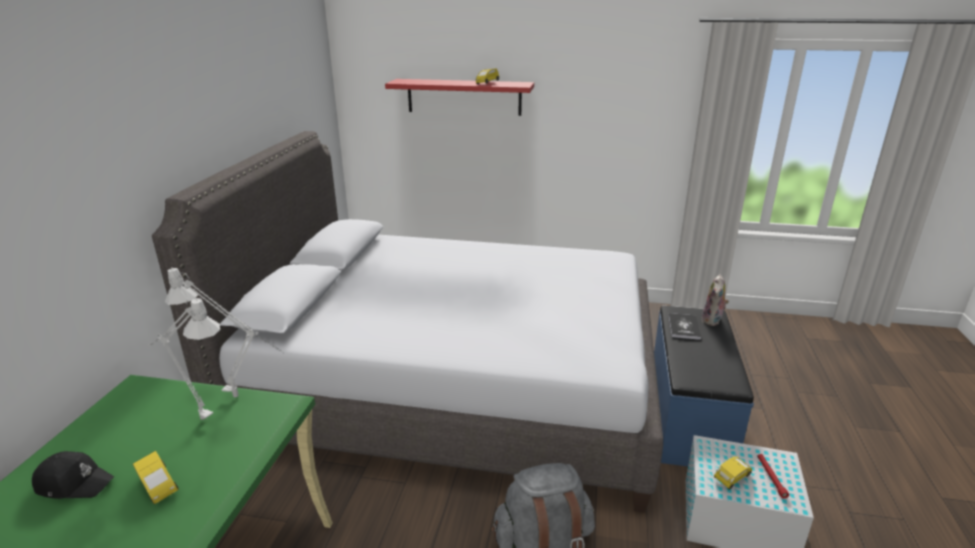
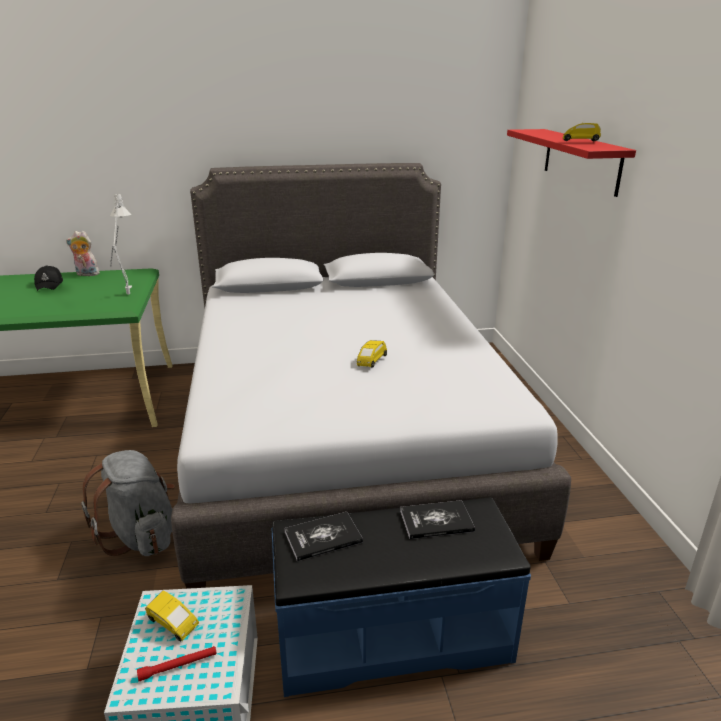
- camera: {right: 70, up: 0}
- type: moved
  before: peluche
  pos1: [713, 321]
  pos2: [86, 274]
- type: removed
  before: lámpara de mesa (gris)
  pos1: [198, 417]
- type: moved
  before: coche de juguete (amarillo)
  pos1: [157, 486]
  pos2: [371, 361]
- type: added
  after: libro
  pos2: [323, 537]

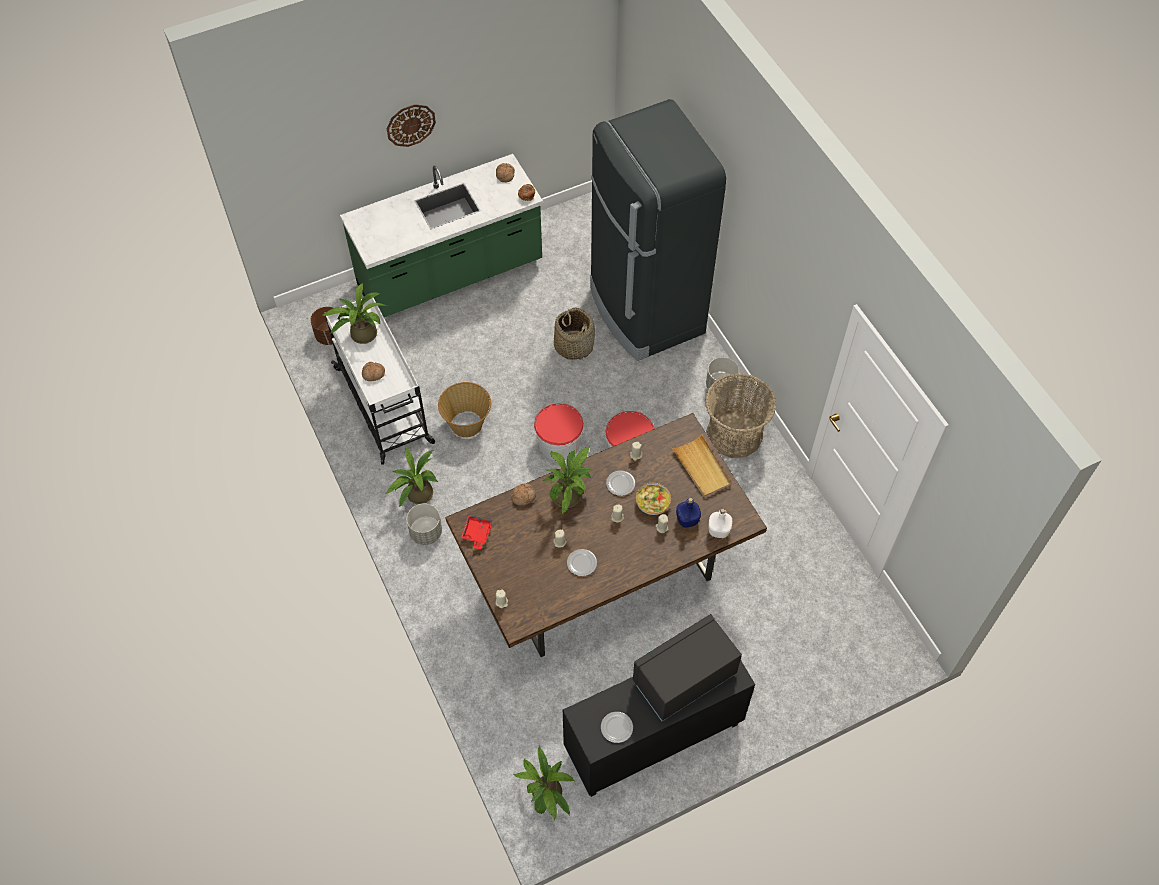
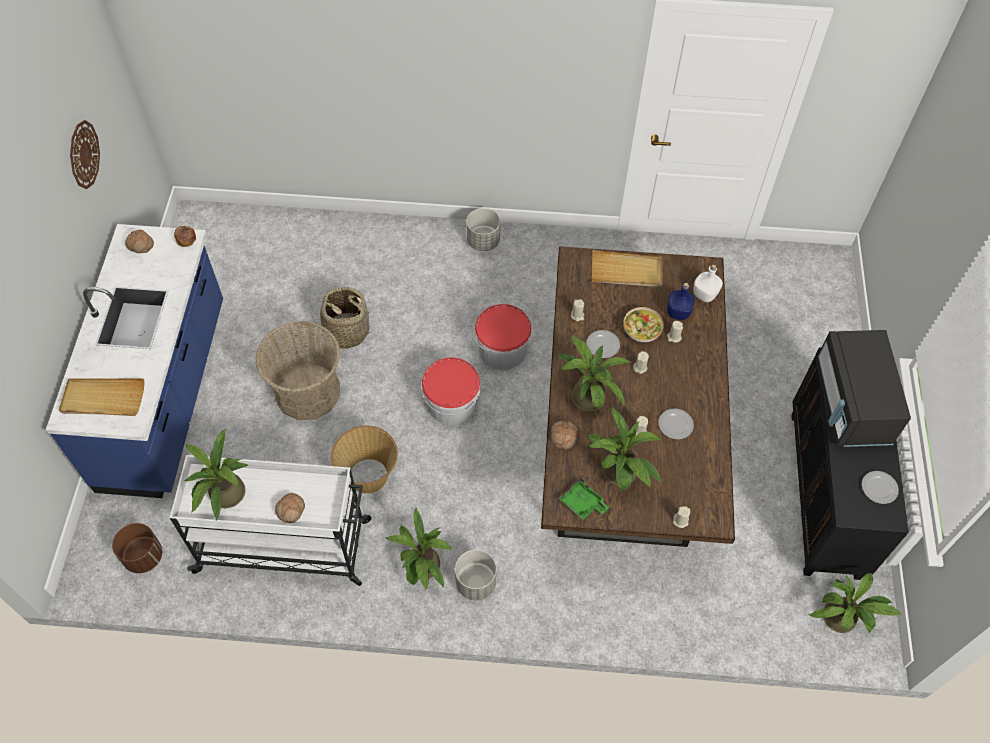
- camera: {right: -60, up: 0}
- type: removed
  before: nevera (negro)
  pos1: [645, 311]
- type: moved
  before: reloj de pared
  pos1: [410, 125]
  pos2: [84, 154]
- type: recoloured
  before: mueble bajo de cocina (verde)
  after: mueble bajo de cocina (azul)
  pos1: [450, 275]
  pos2: [166, 395]
- type: moved
  before: cesta
  pos1: [734, 434]
  pos2: [307, 391]
- type: recoloured
  before: bandeja (rojo)
  after: bandeja (verde)
  pos1: [476, 534]
  pos2: [582, 503]
- type: added
  after: bandeja (beis)
  pos2: [103, 399]
- type: added
  after: planta en maceta
  pos2: [620, 475]

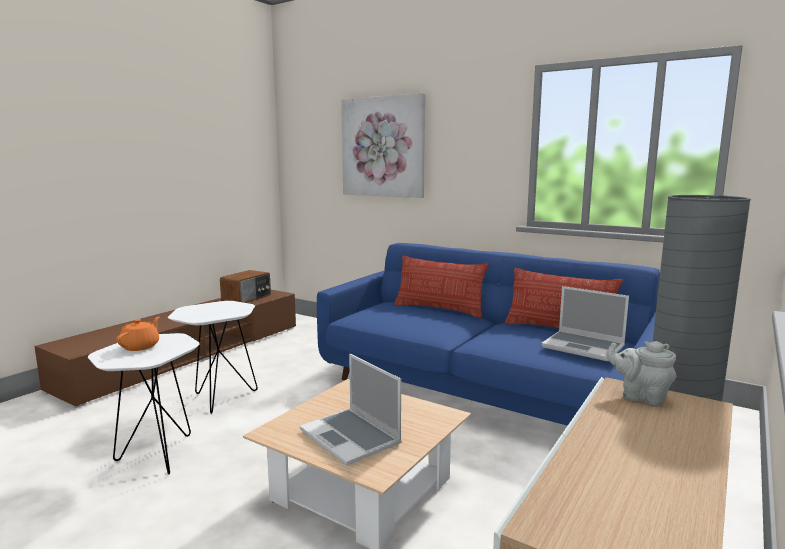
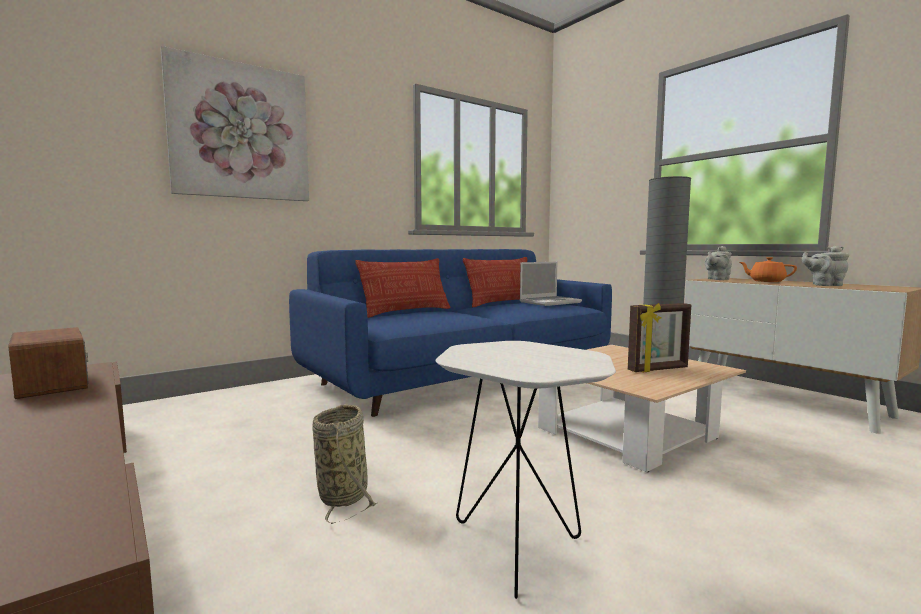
- camera: {right: -70, up: -5}
- type: replaced
  before: mesa auxiliar (blanco)
  after: cesta
  pos1: [219, 399]
  pos2: [343, 494]
- type: moved
  before: tetera (naranja)
  pos1: [141, 346]
  pos2: [766, 281]
- type: replaced
  before: portátil
  after: portarretratos
  pos1: [352, 438]
  pos2: [658, 369]
- type: added
  after: tetera (gris)
  pos2: [824, 285]

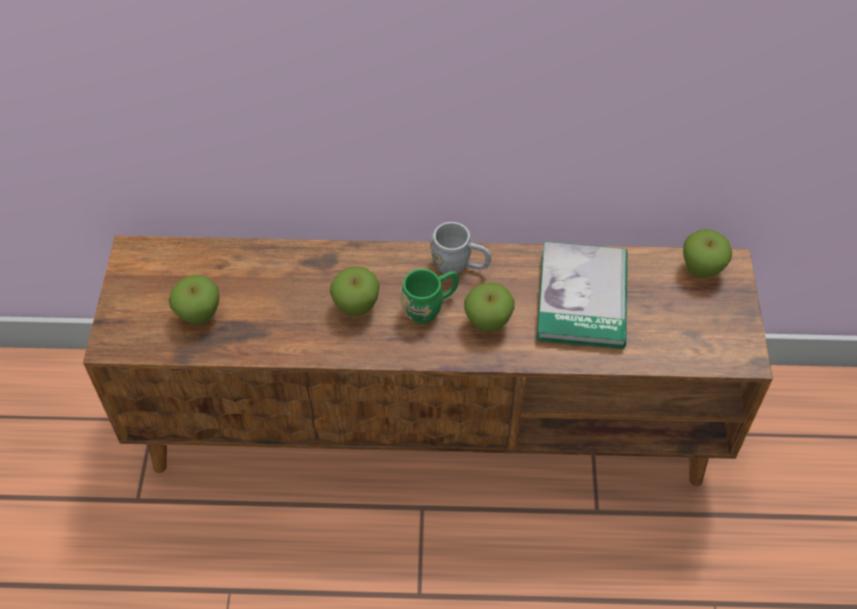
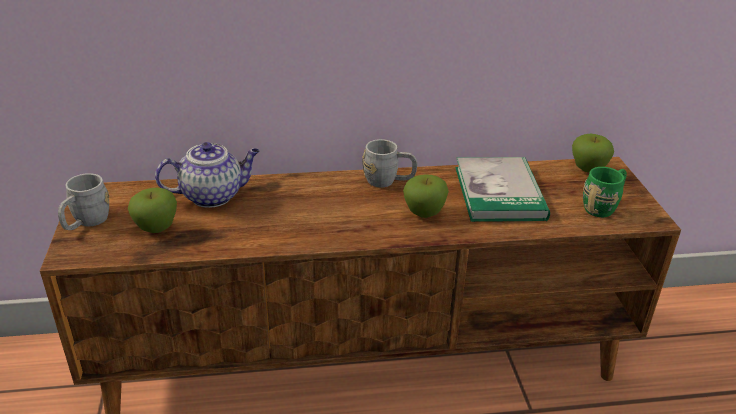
- camera: {right: -10, up: -20}
- type: removed
  before: manzana
  pos1: [356, 306]
- type: moved
  before: taza grande (verde)
  pos1: [430, 306]
  pos2: [603, 206]
- type: added
  after: tetera
  pos2: [213, 195]
- type: added
  after: taza grande (gris)
  pos2: [86, 223]

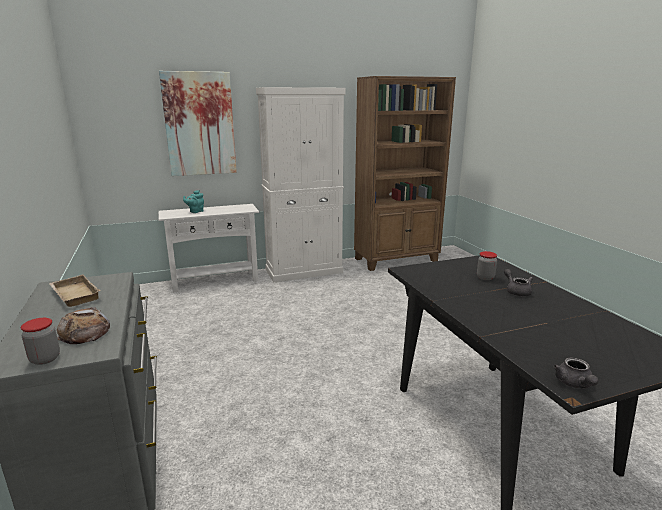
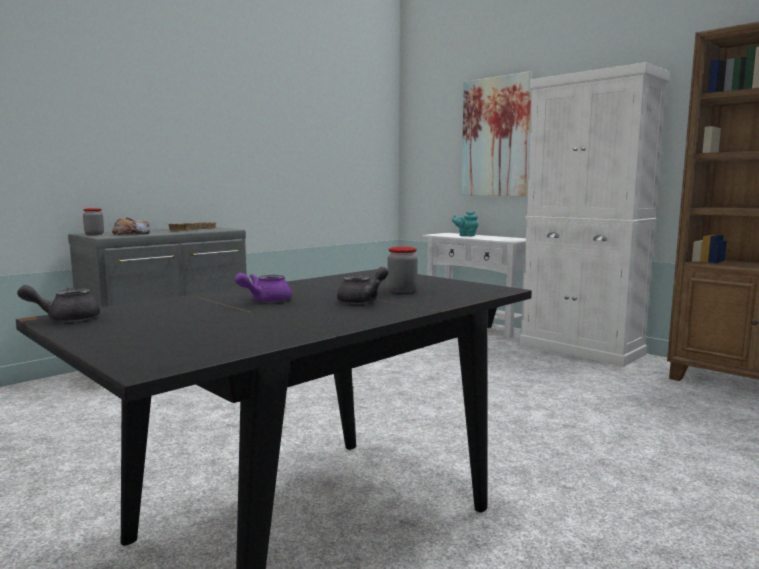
- camera: {right: 65, up: -10}
- type: added
  after: tetera (morado)
  pos2: [265, 301]

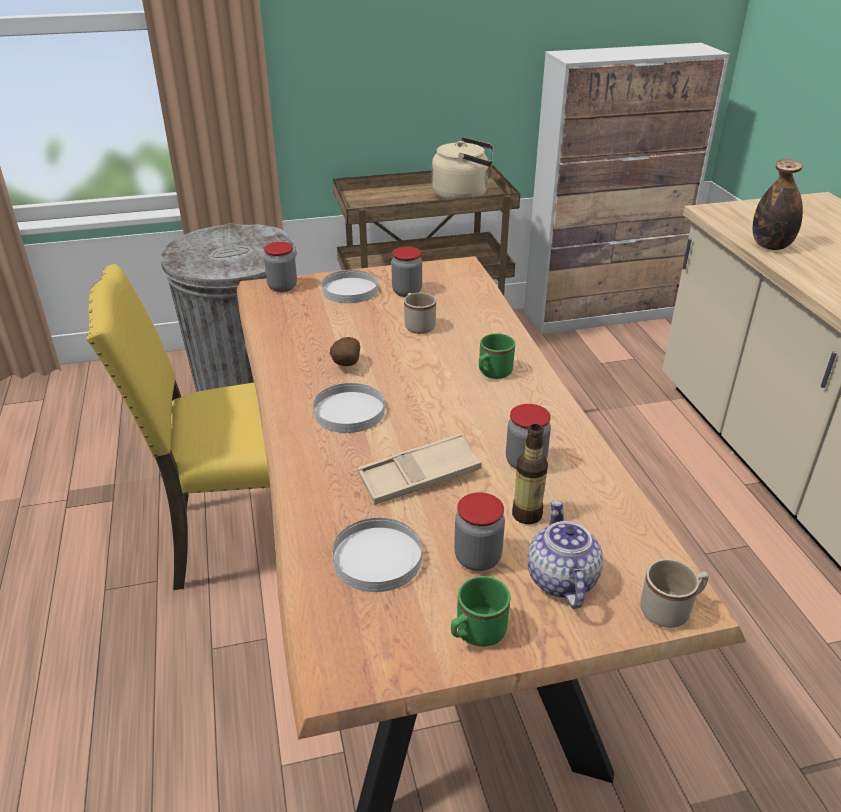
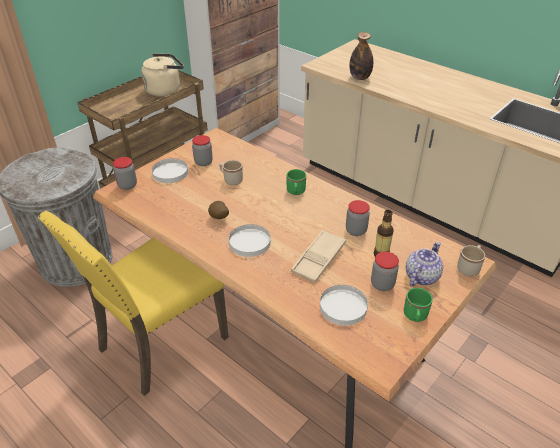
- camera: {right: -35, up: 5}
- type: turned
  before: tetera
  pos1: [560, 579]
  pos2: [421, 276]
  turn: 75

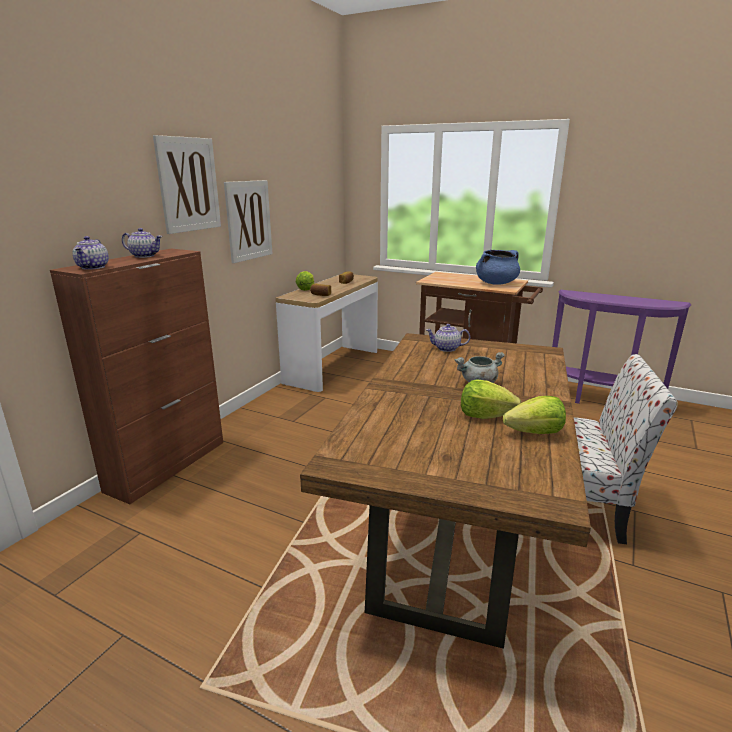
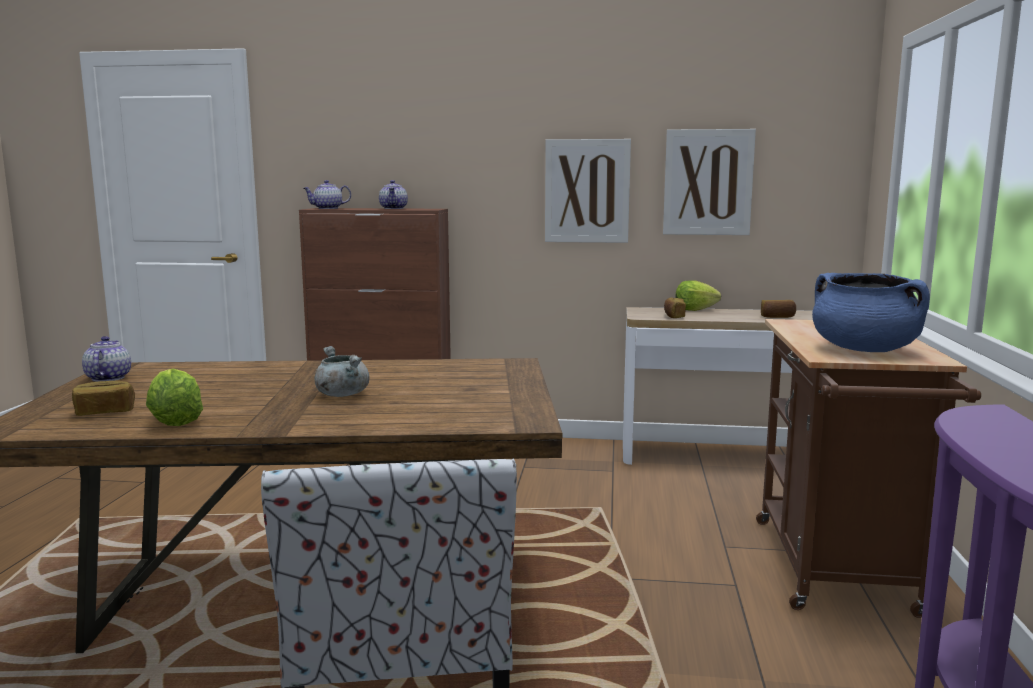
- camera: {right: 70, up: -10}
- type: moved
  before: cuadro
  pos1: [188, 185]
  pos2: [708, 182]
- type: moved
  before: tetera
  pos1: [446, 348]
  pos2: [108, 378]
- type: removed
  before: lechuga
  pos1: [485, 415]
- type: added
  after: pan
  pos2: [105, 412]

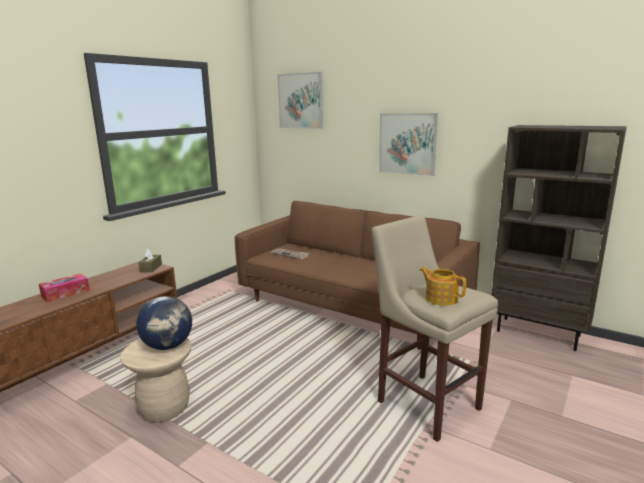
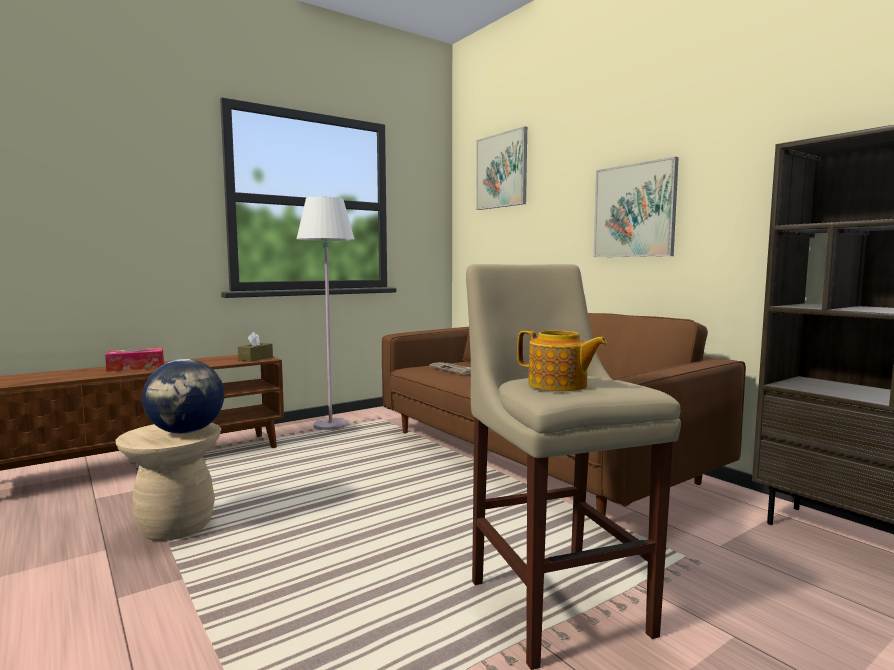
- camera: {right: 20, up: -10}
- type: turned
  before: tetera
  pos1: [441, 298]
  pos2: [558, 385]
  turn: 150
- type: added
  after: lámpara de pie (blanco)
  pos2: [331, 425]

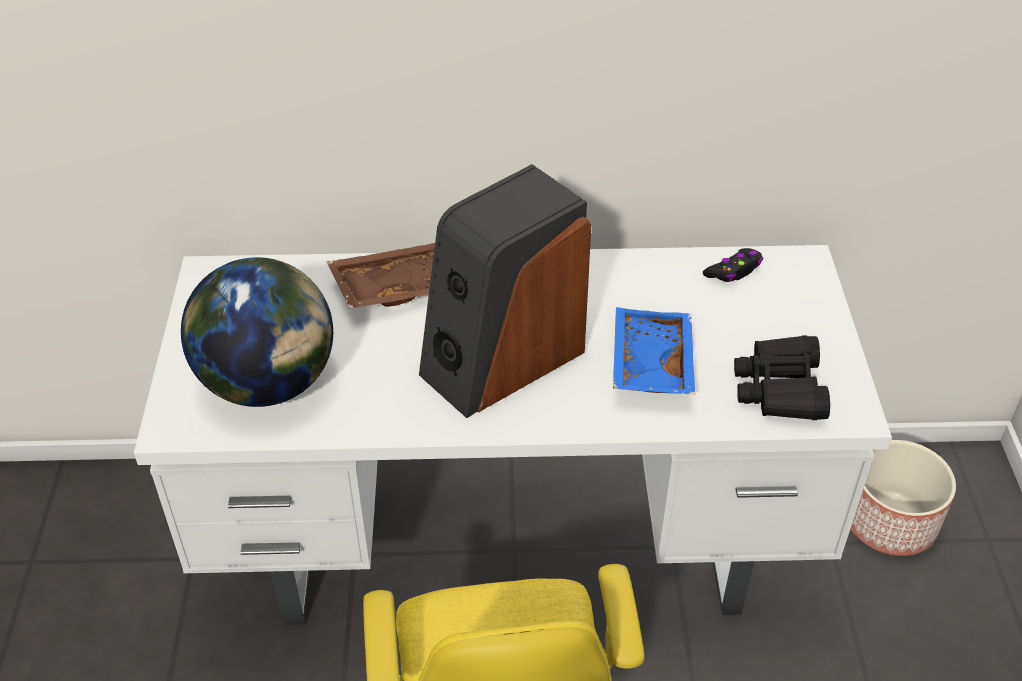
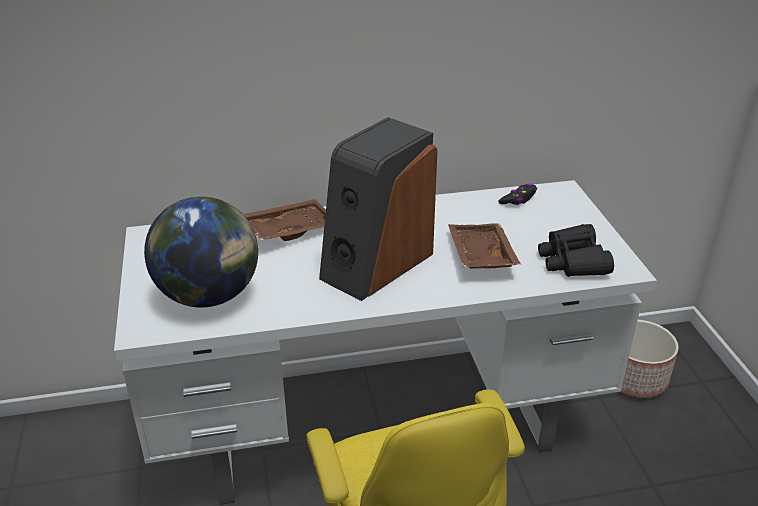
- camera: {right: -10, up: -10}
- type: recoloured
  before: bandeja (azul)
  after: bandeja (marrón)
  pos1: [649, 363]
  pos2: [479, 256]

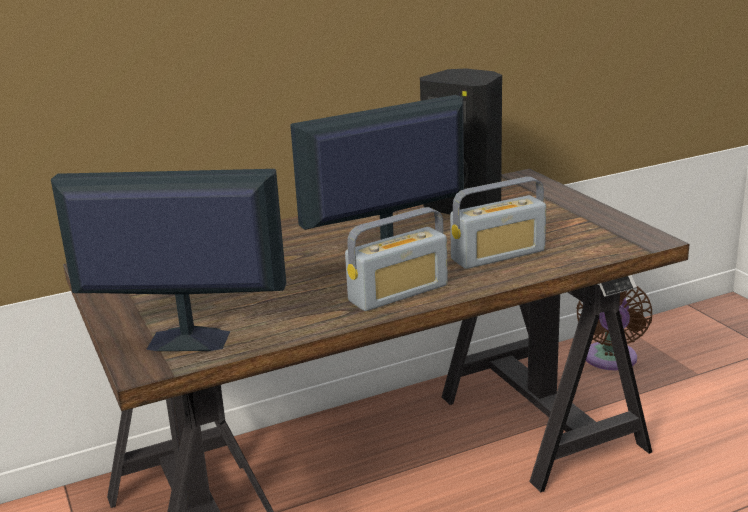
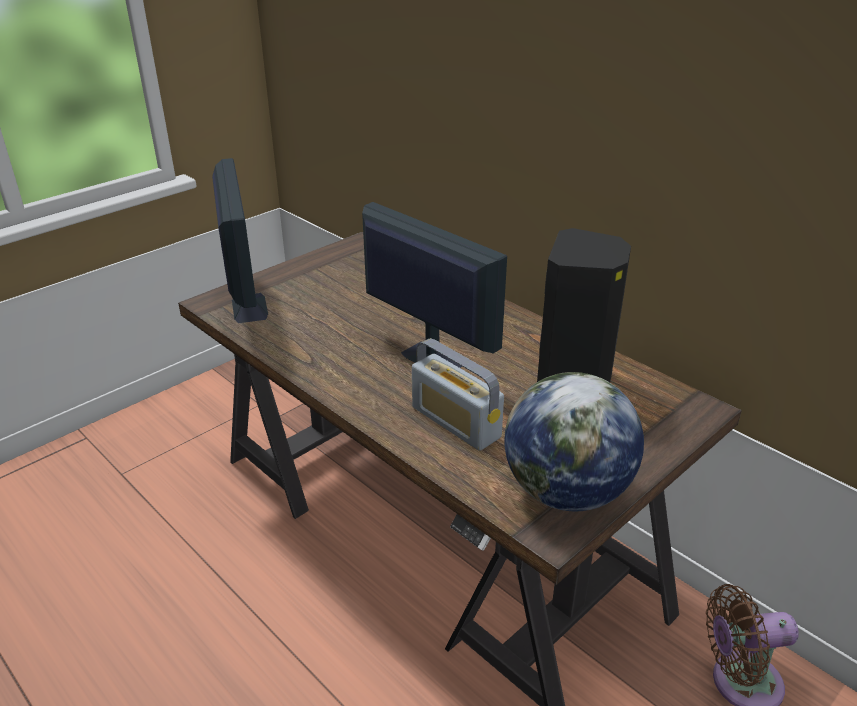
- camera: {right: 70, up: 10}
- type: removed
  before: radio
  pos1: [398, 293]
- type: added
  after: globo terráqueo
  pos2: [565, 492]

